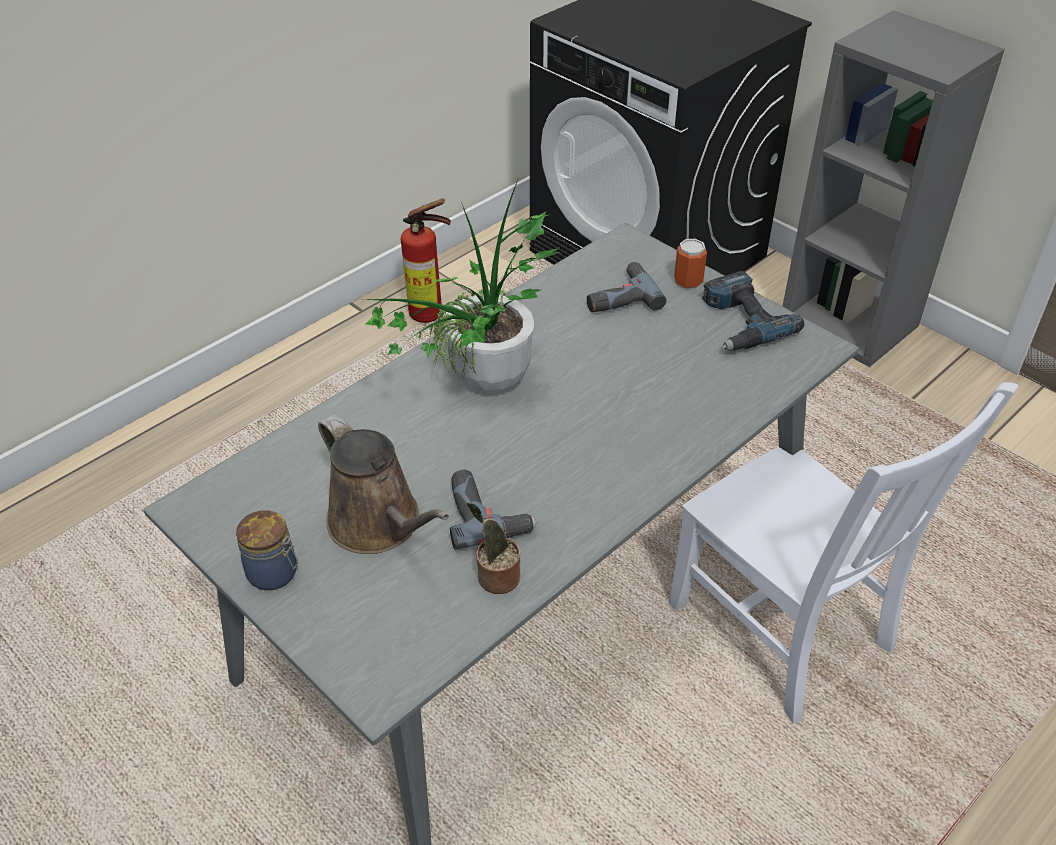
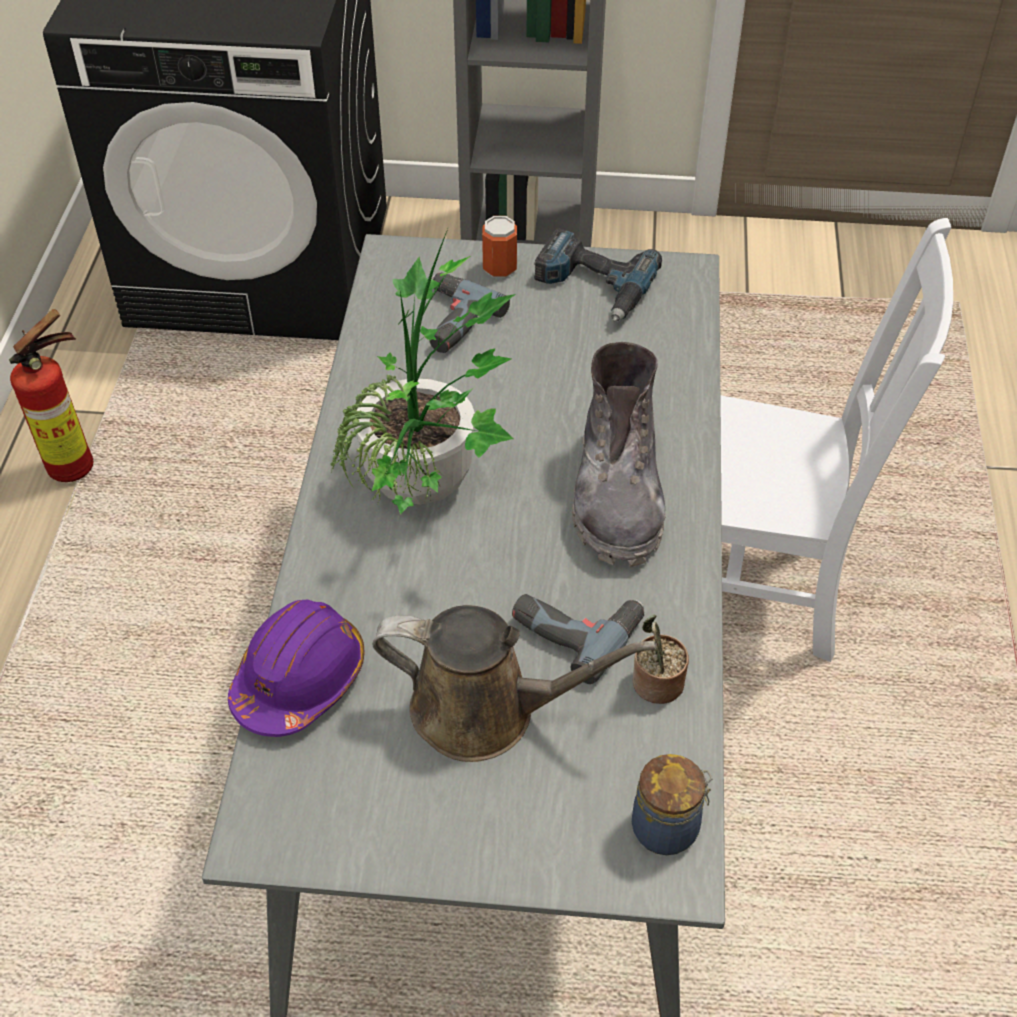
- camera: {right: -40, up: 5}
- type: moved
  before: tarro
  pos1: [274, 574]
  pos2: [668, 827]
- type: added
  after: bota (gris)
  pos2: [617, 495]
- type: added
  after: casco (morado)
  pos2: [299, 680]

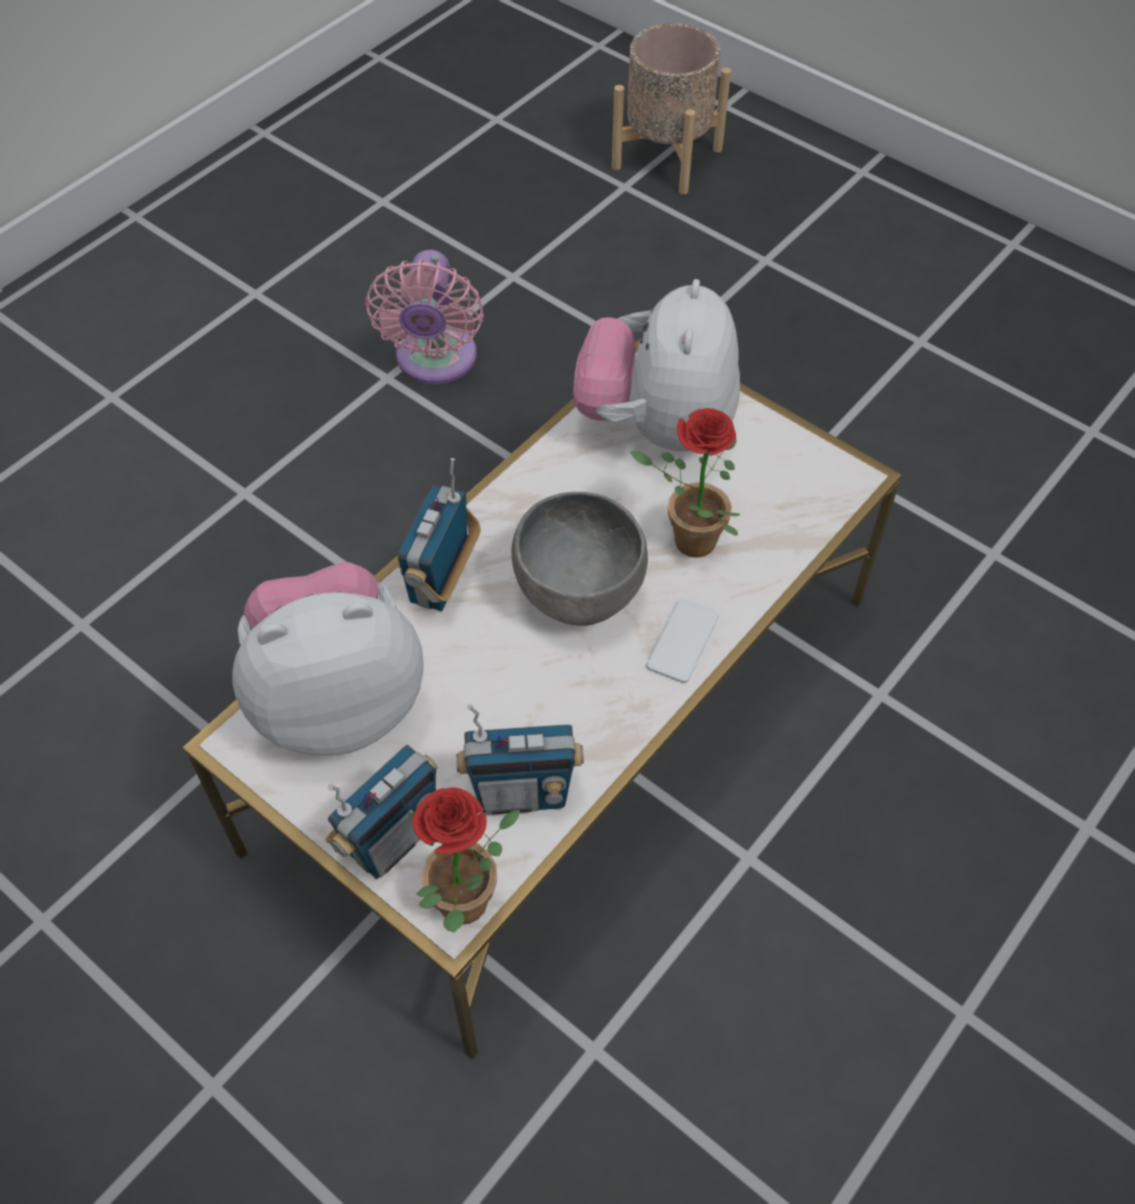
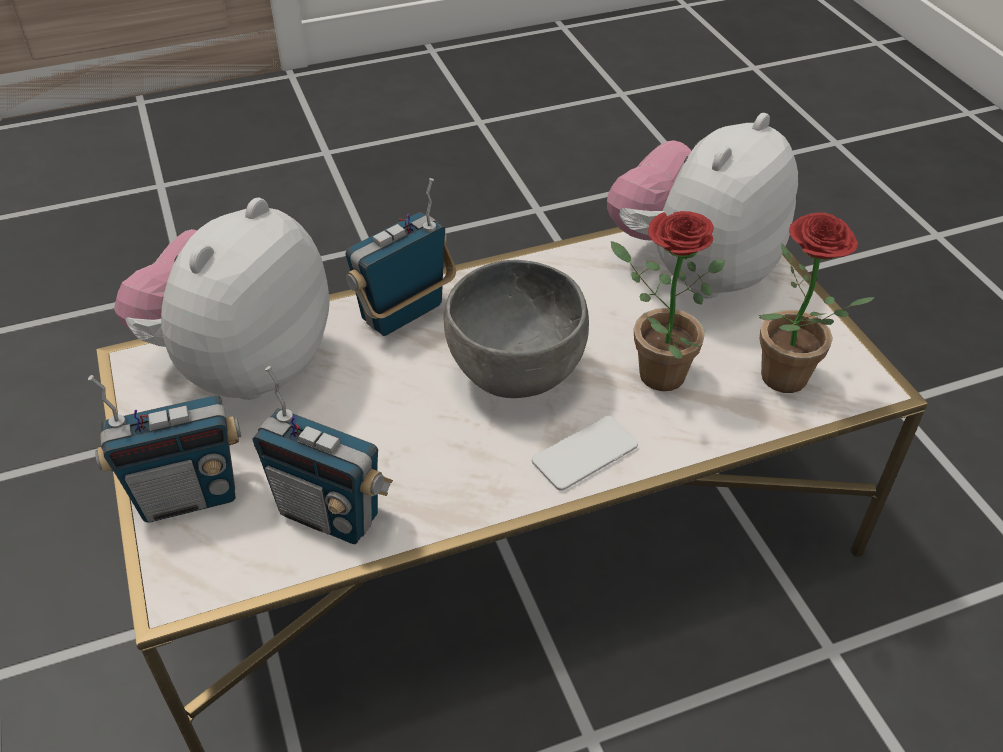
- camera: {right: 30, up: -10}
- type: removed
  before: maceta (beis)
  pos1: [666, 158]
- type: removed
  before: ventilador (rosa)
  pos1: [435, 362]
- type: turned
  before: peluche
  pos1: [338, 699]
  pos2: [242, 366]
  turn: -75
- type: moved
  before: planta en maceta
  pos1: [467, 911]
  pos2: [784, 384]

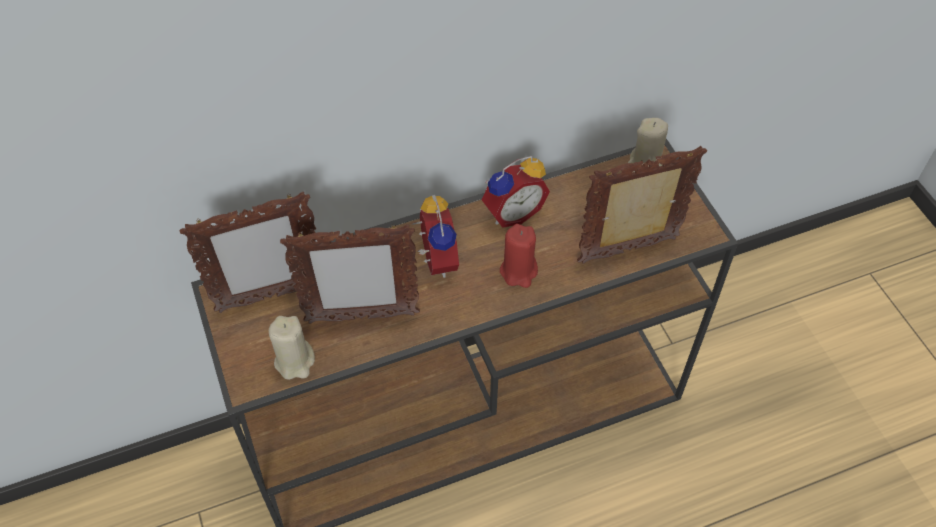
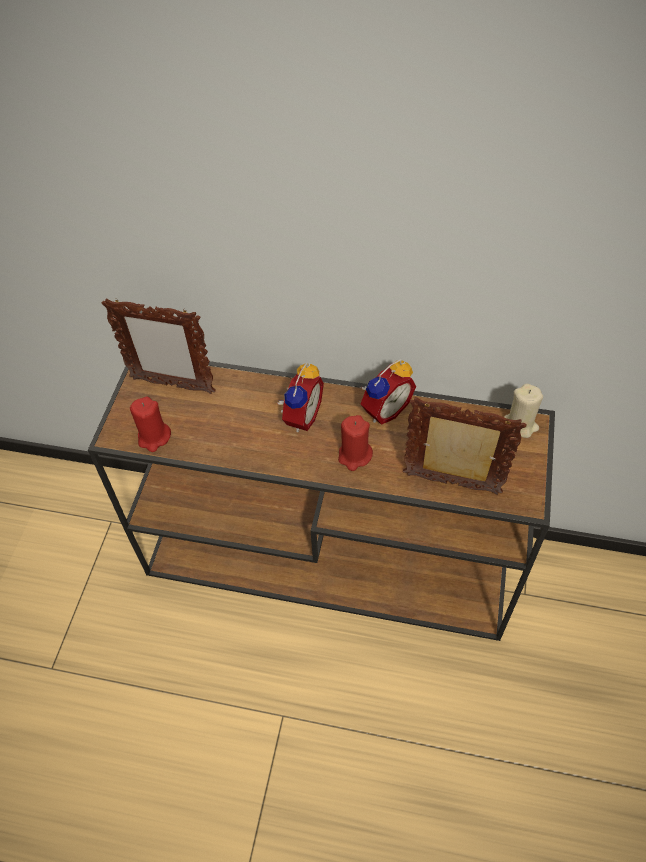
- camera: {right: 35, up: 0}
- type: turned
  before: despertador
  pos1: [511, 212]
  pos2: [384, 409]
  turn: -45
- type: removed
  before: portarretratos
  pos1: [361, 317]
- type: recoloured
  before: vela (beis)
  after: vela (rojo)
  pos1: [295, 361]
  pos2: [154, 437]

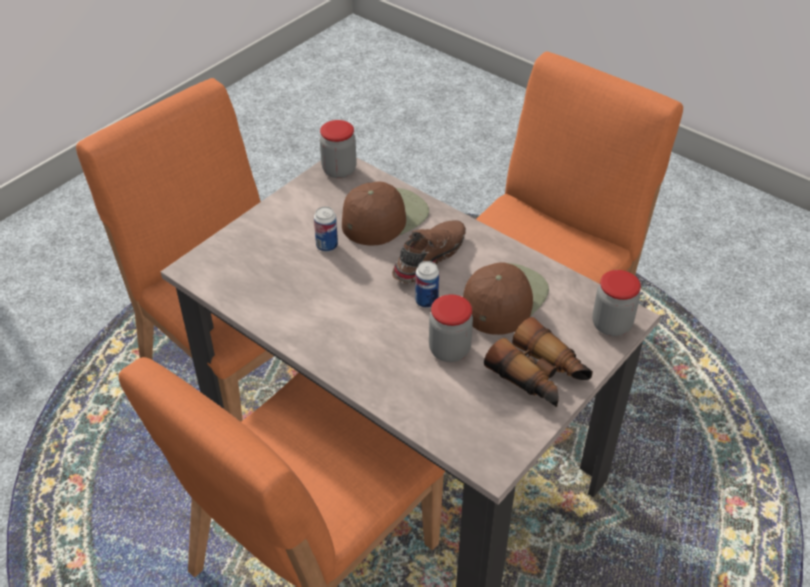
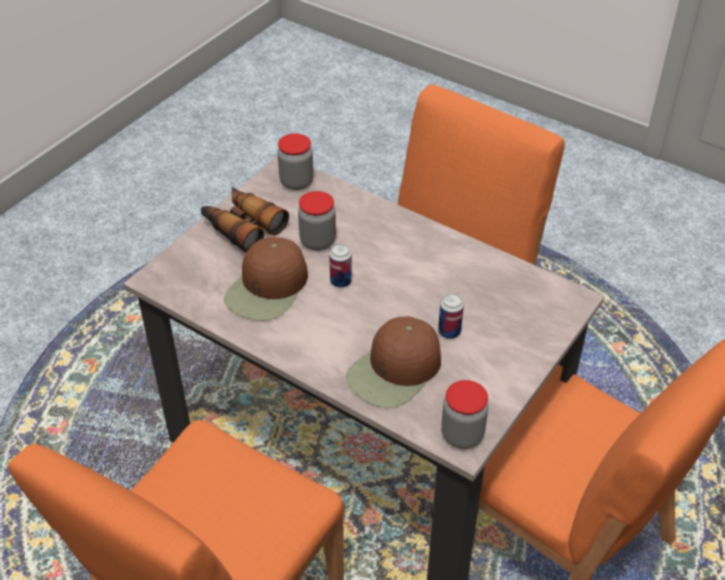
- camera: {right: 175, up: 0}
- type: removed
  before: zapato (marrón)
  pos1: [427, 257]
- type: moved
  before: tarro
  pos1: [611, 325]
  pos2: [296, 182]

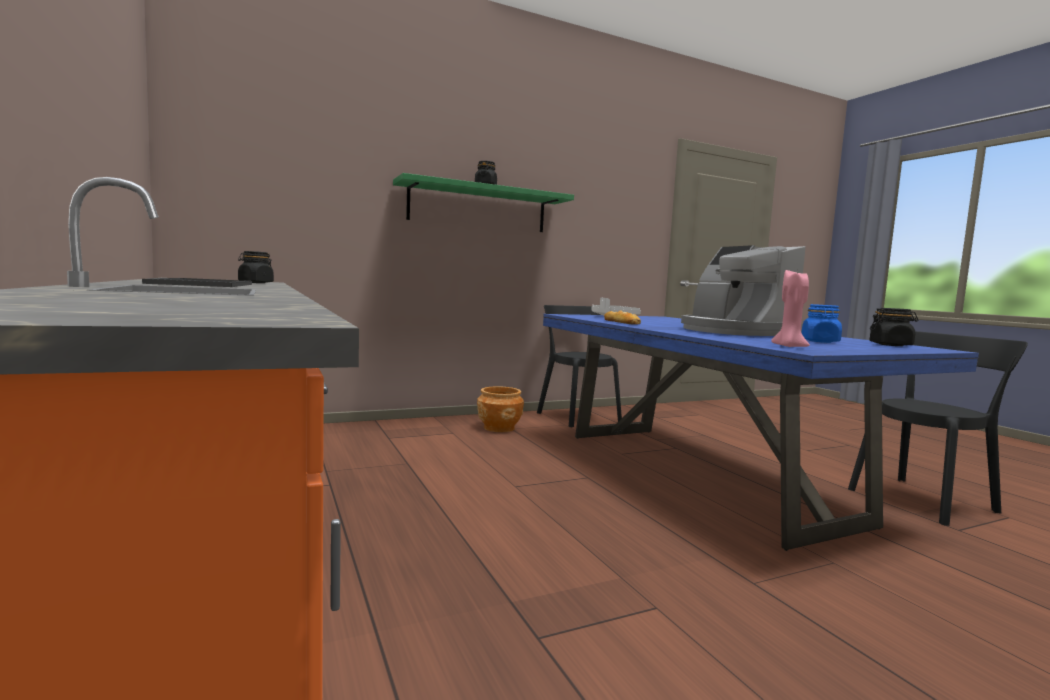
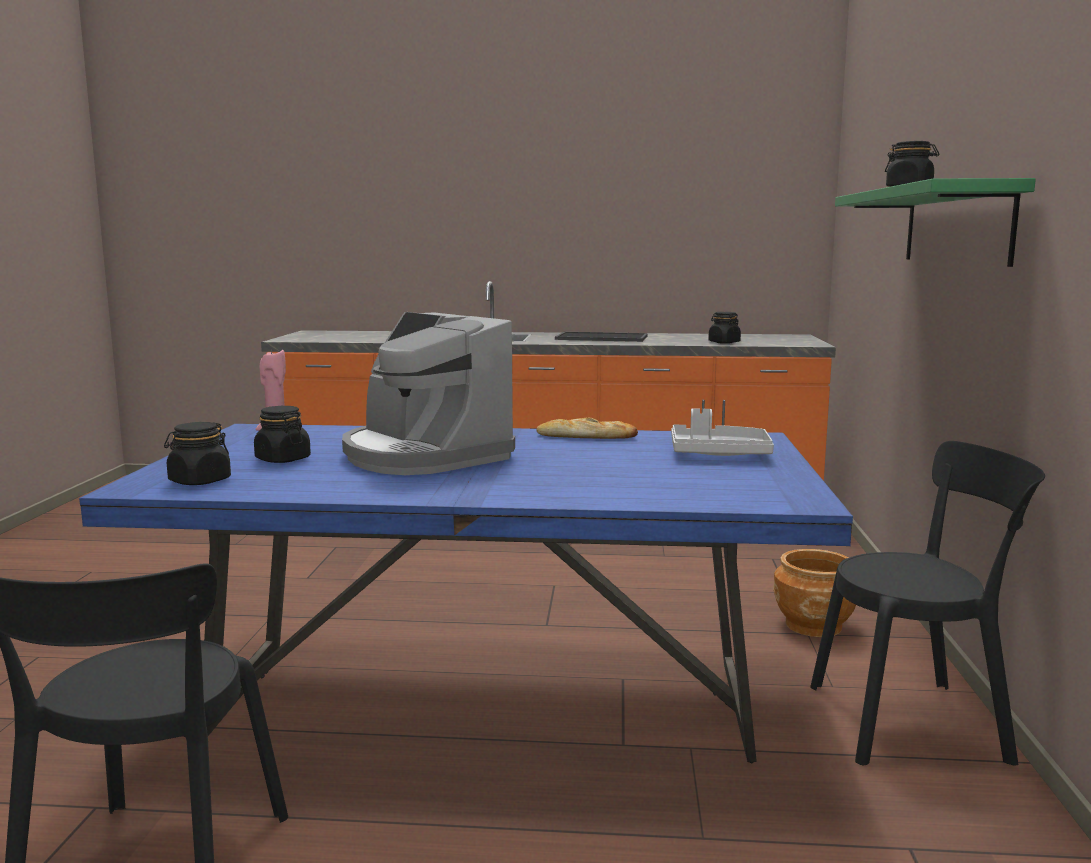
- camera: {right: 120, up: 5}
- type: turned
  before: cafetera
  pos1: [733, 331]
  pos2: [423, 455]
  turn: -135
- type: recoloured
  before: tarro (azul)
  after: tarro (negro)
  pos1: [820, 341]
  pos2: [282, 459]

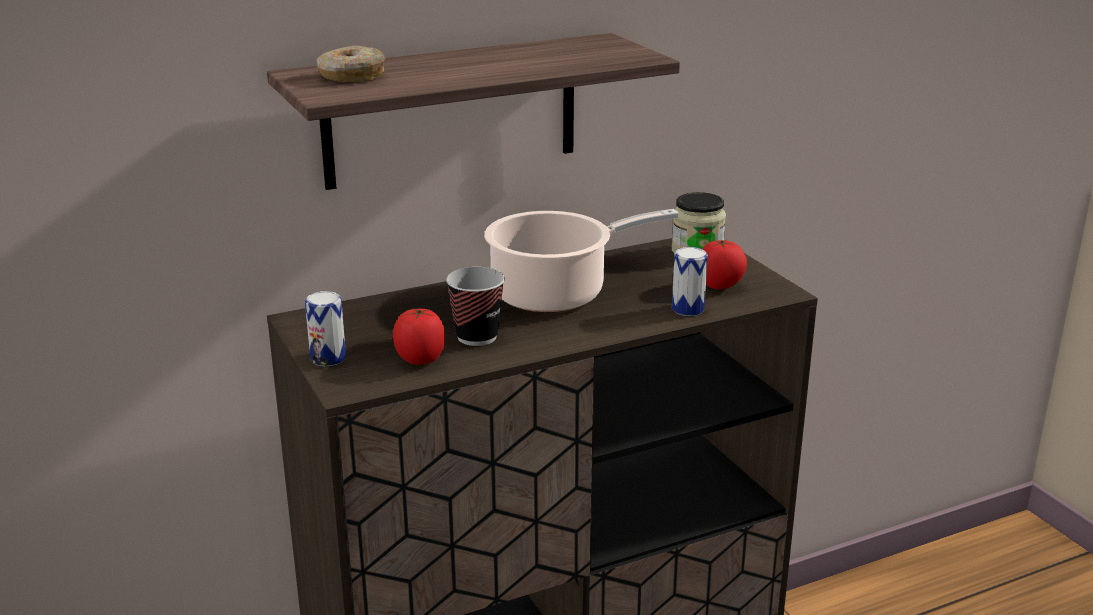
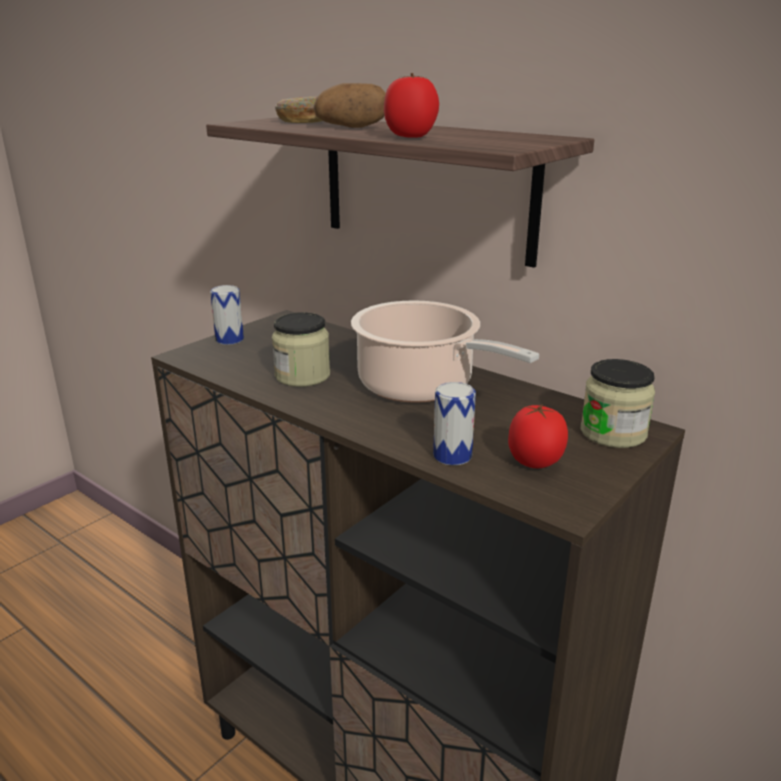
- camera: {right: 65, up: 0}
- type: replaced
  before: taza
  after: tarro
  pos1: [477, 336]
  pos2: [302, 376]
- type: moved
  before: tomate
  pos1: [420, 360]
  pos2: [411, 137]
- type: added
  after: patata
  pos2: [352, 127]

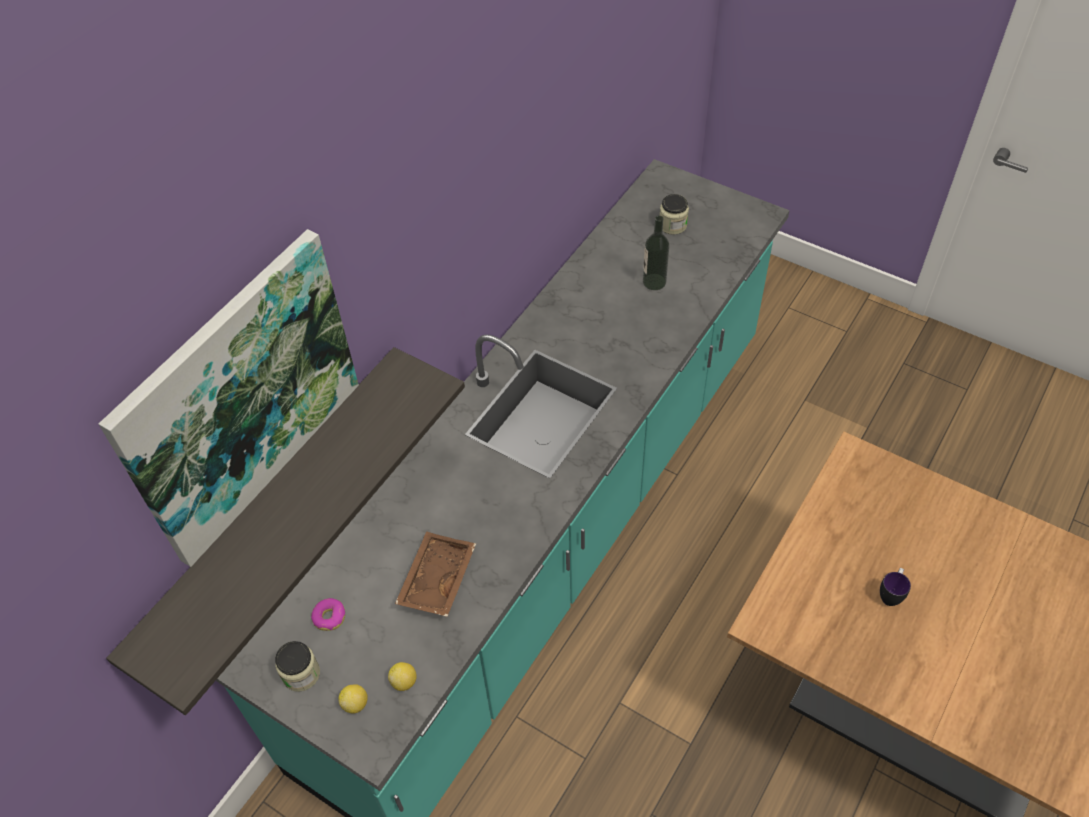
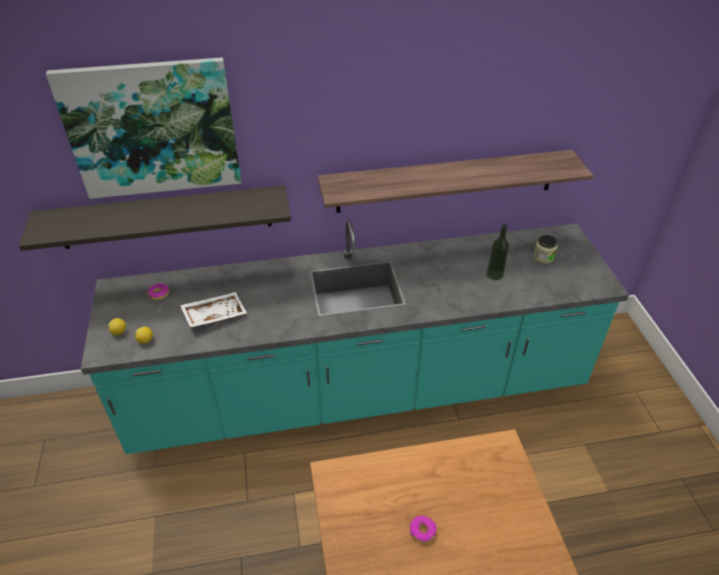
- camera: {right: 45, up: -10}
- type: recoloured
  before: bandeja (marrón)
  after: bandeja (blanco)
  pos1: [436, 579]
  pos2: [214, 314]
- type: replaced
  before: taza grande
  after: rosquilla
  pos1: [891, 594]
  pos2: [422, 531]
- type: removed
  before: tarro
  pos1: [301, 674]
- type: added
  after: estante
  pos2: [446, 181]

